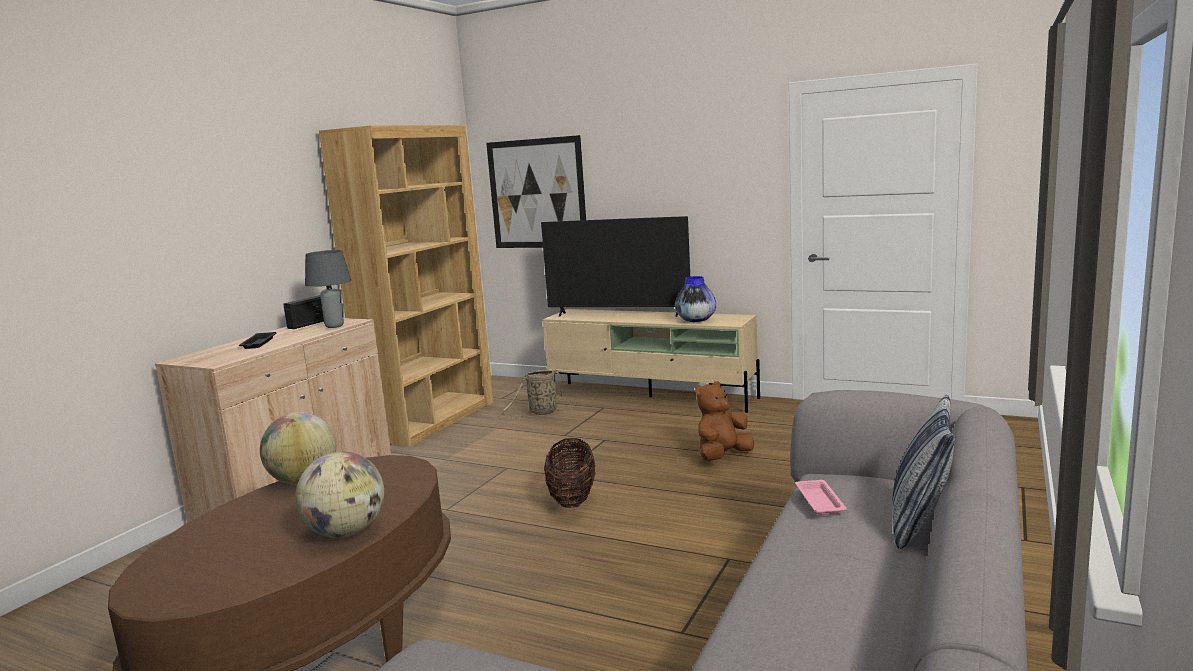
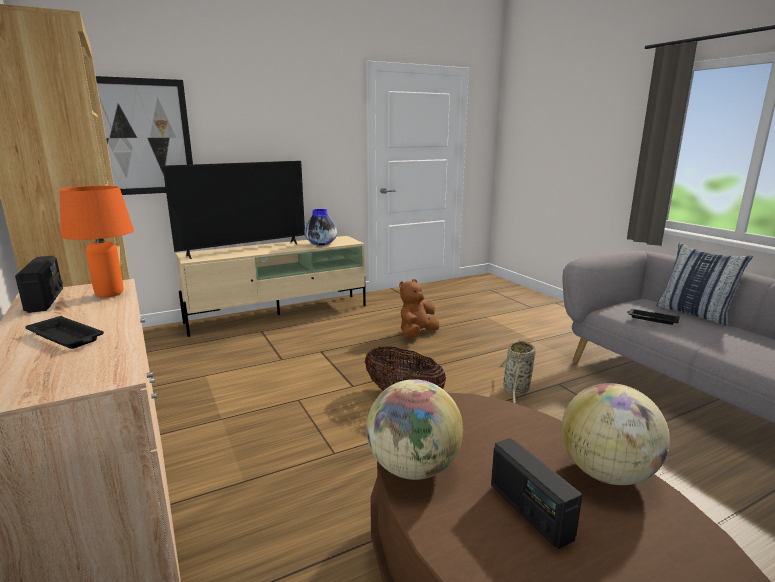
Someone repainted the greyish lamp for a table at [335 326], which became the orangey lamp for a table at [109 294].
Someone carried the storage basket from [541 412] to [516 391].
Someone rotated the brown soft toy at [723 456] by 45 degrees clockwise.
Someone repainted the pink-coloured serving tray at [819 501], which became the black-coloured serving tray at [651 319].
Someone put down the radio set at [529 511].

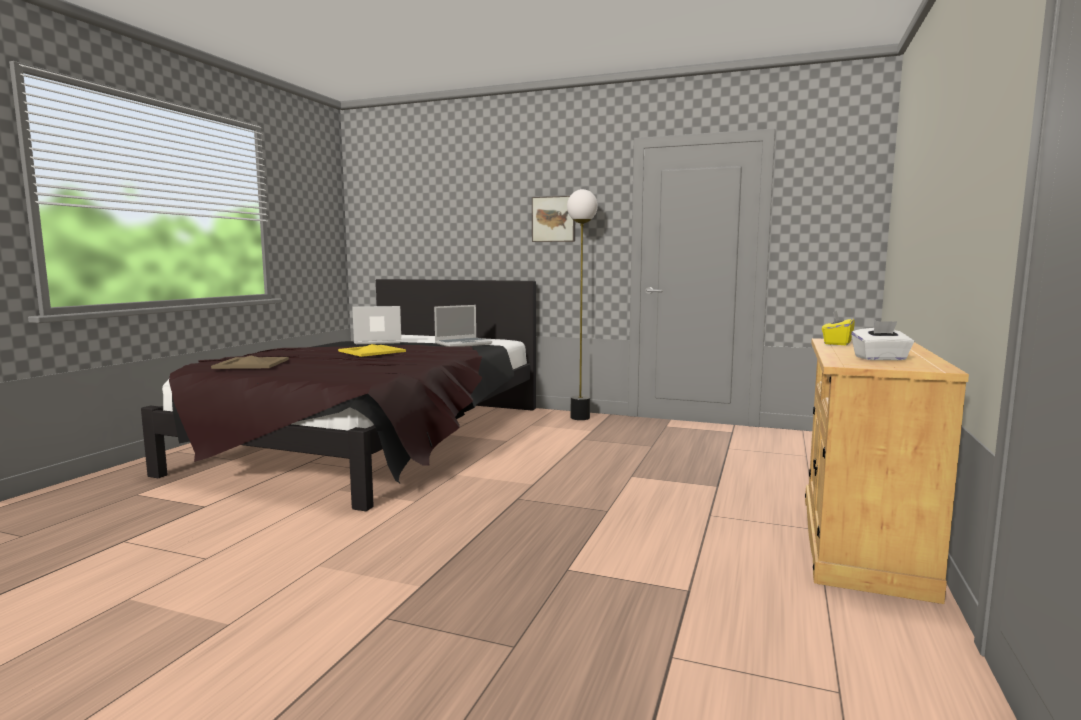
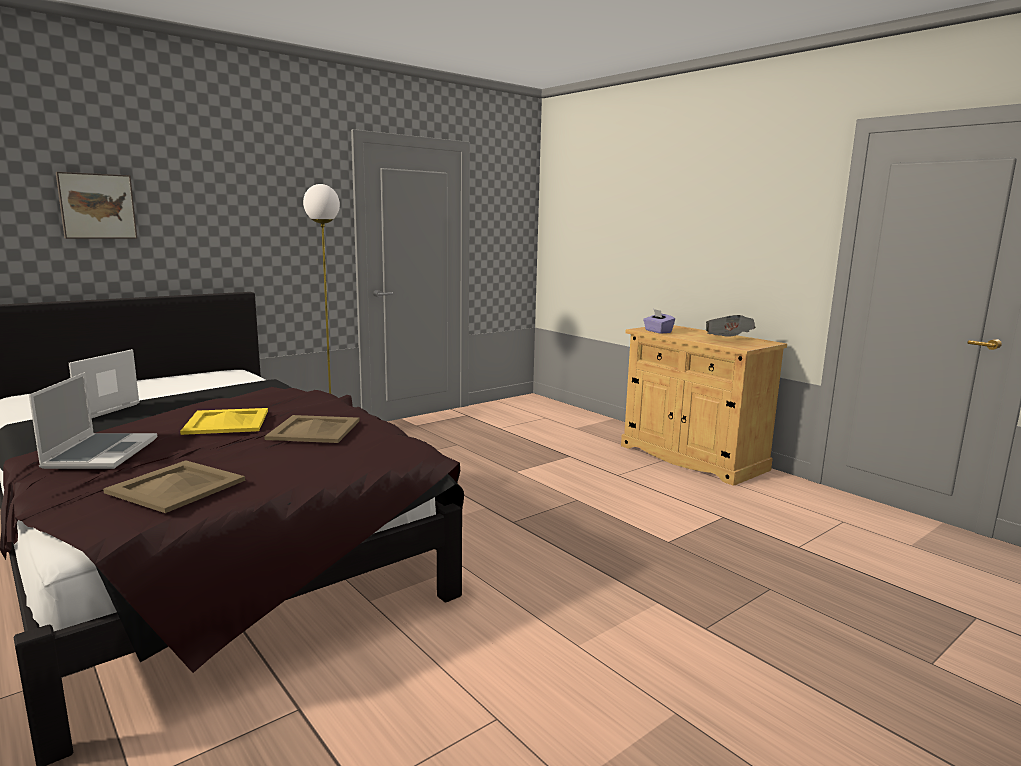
Someone carried the wall picture from [554 219] to [97 206].
Someone carried the portable computer from [463 344] to [101 453].
Someone repainted the yellow-coloured tissue holder at [837 343], which became the purplish tissue holder at [657 331].
Someone swapped the white tissue holder at [880 358] for the newspaper at [728 340].
Someone put down the beige-coloured serving tray at [315 429].

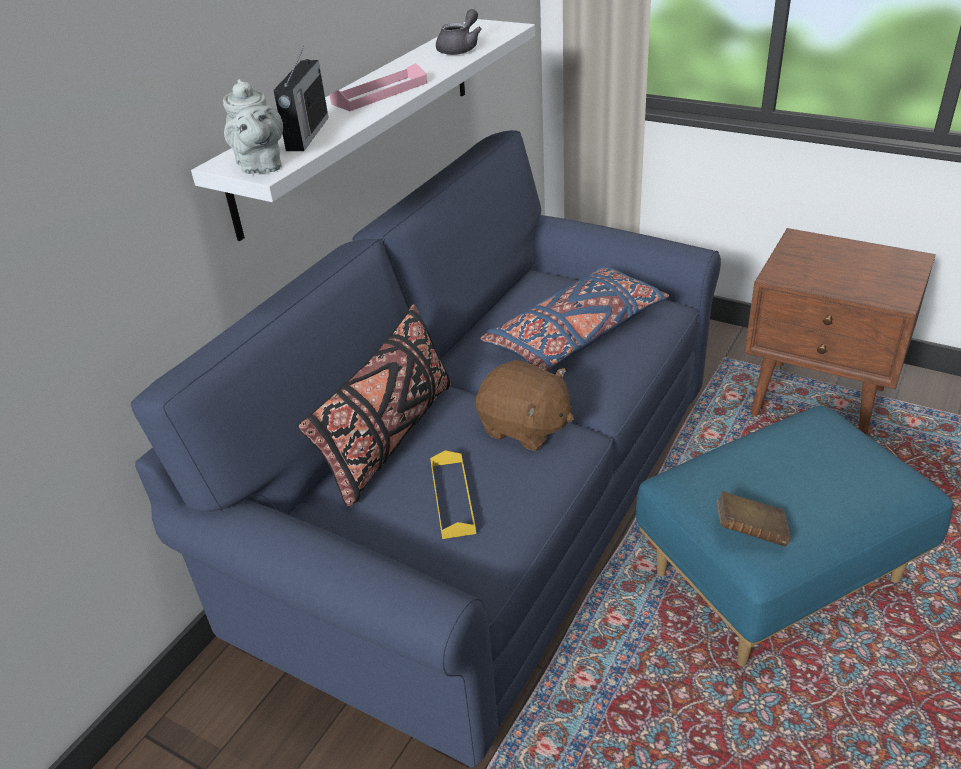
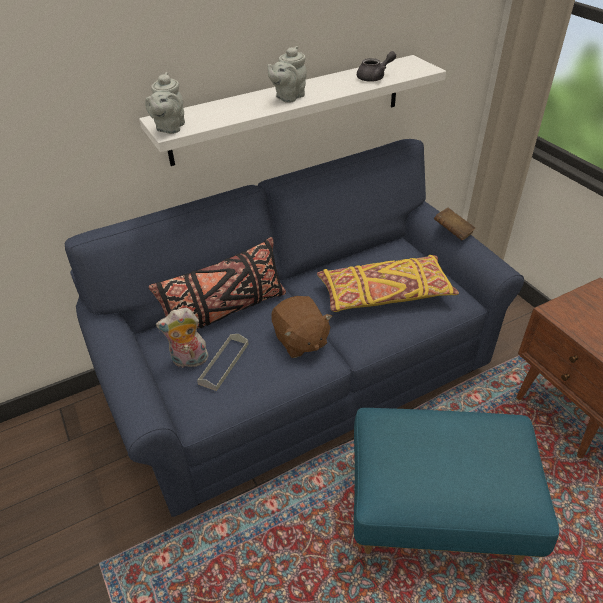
Someone took away the radio set at [307 134].
Someone swapped the pink-coloured serving tray at [380 93] for the greyish pot for tea at [288 97].
Someone repainted the blue-coloured throw pillow at [576 335], which became the yellow-coloured throw pillow at [384 294].
Someone repainted the yellow-coloured serving tray at [452 498], which became the greyish serving tray at [224 363].
Someone carried the brown bound book from [750 532] to [453 232].
Someone put down the soft toy at [189 361].

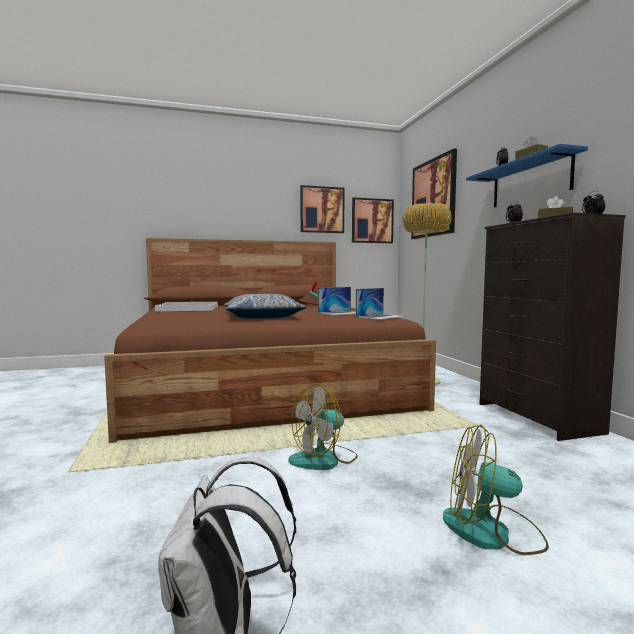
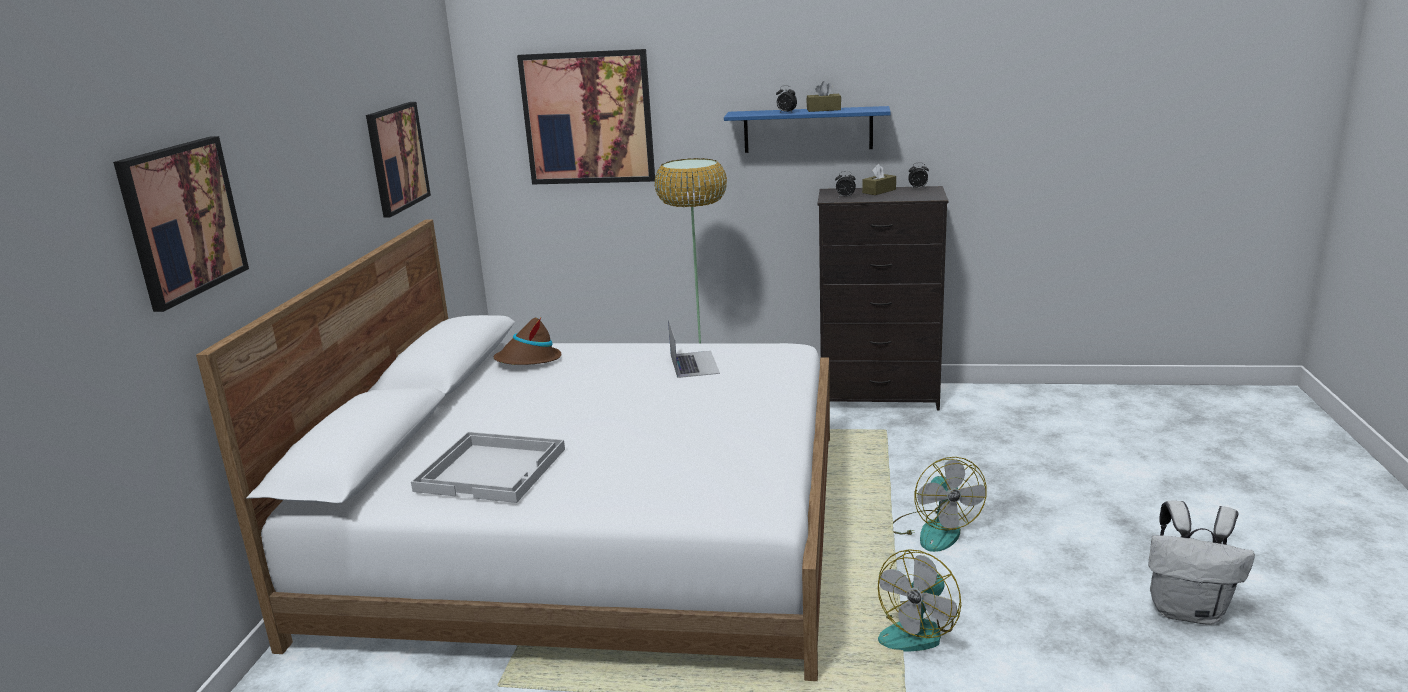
Someone carried the wall picture from [372 221] to [182 220].
Someone repainted the brown sleeping bed at [262 382], which became the white sleeping bed at [594 528].
Someone took away the portable computer at [381 316].
Someone took away the throw pillow at [262 317].
Someone carried the cooling fan from [492 532] to [917 630].

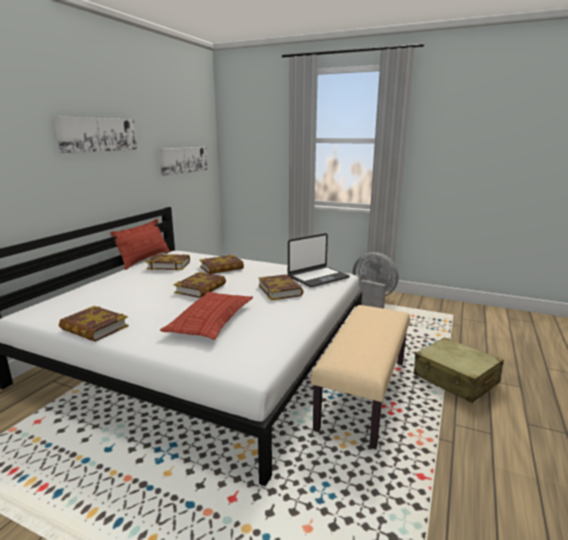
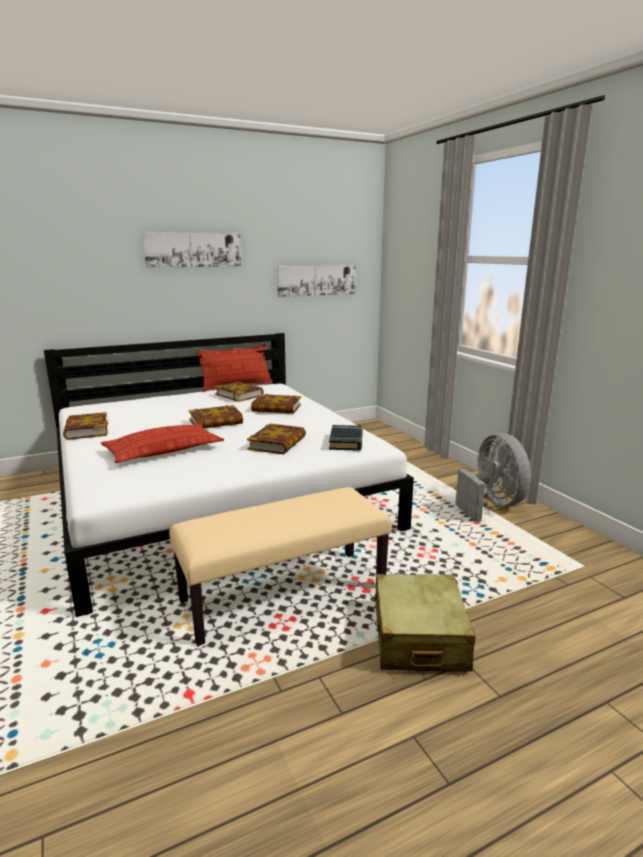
Someone swapped the portable computer at [317 277] for the black-coloured bound book at [346 441].

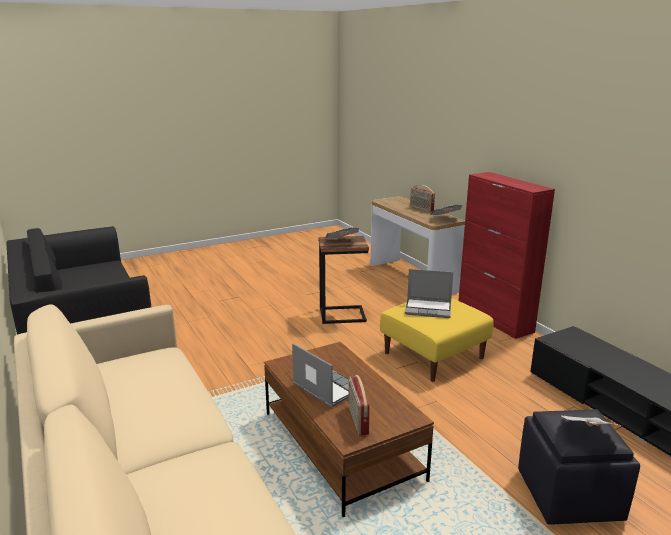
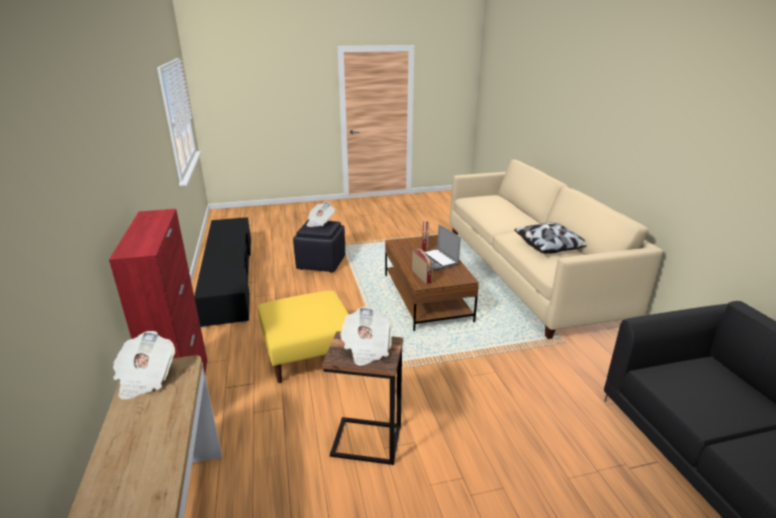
Someone carried the radio set from [421 209] to [422 276].
Someone took away the portable computer at [428 309].
Someone put down the throw pillow at [550 246].

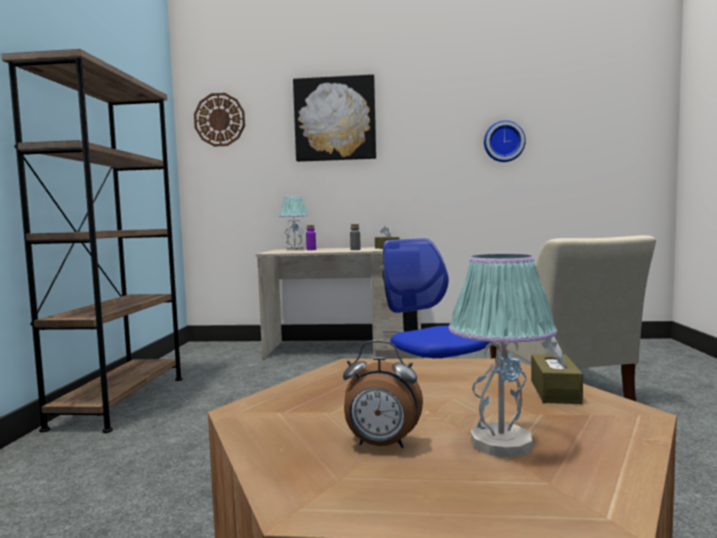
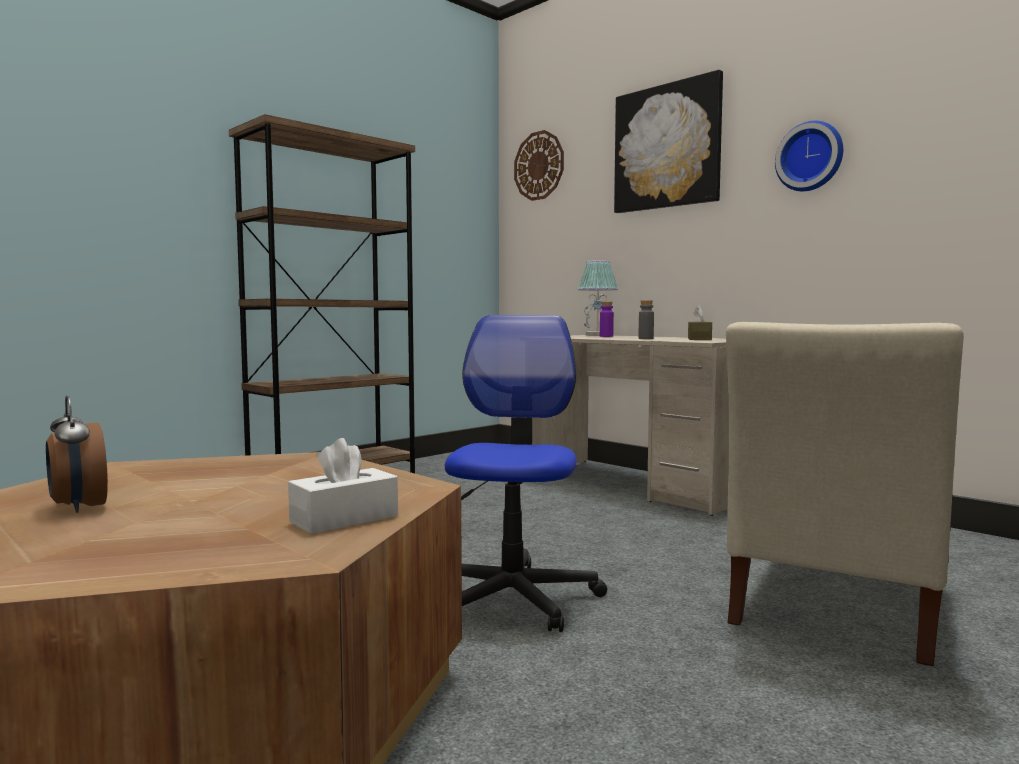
Someone carried the wall clock from [503 142] to [810 157].
Someone took away the lamp for a table at [501 443].
Someone repainted the brown tissue holder at [555 391], which became the white tissue holder at [344 519].

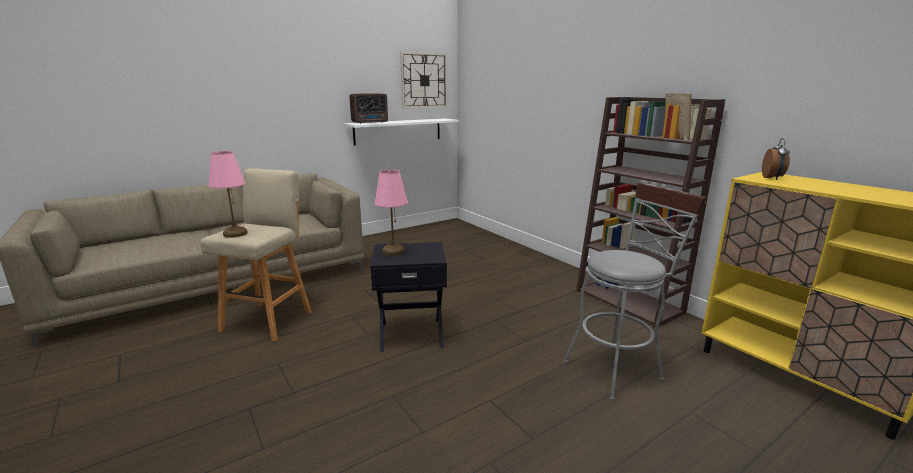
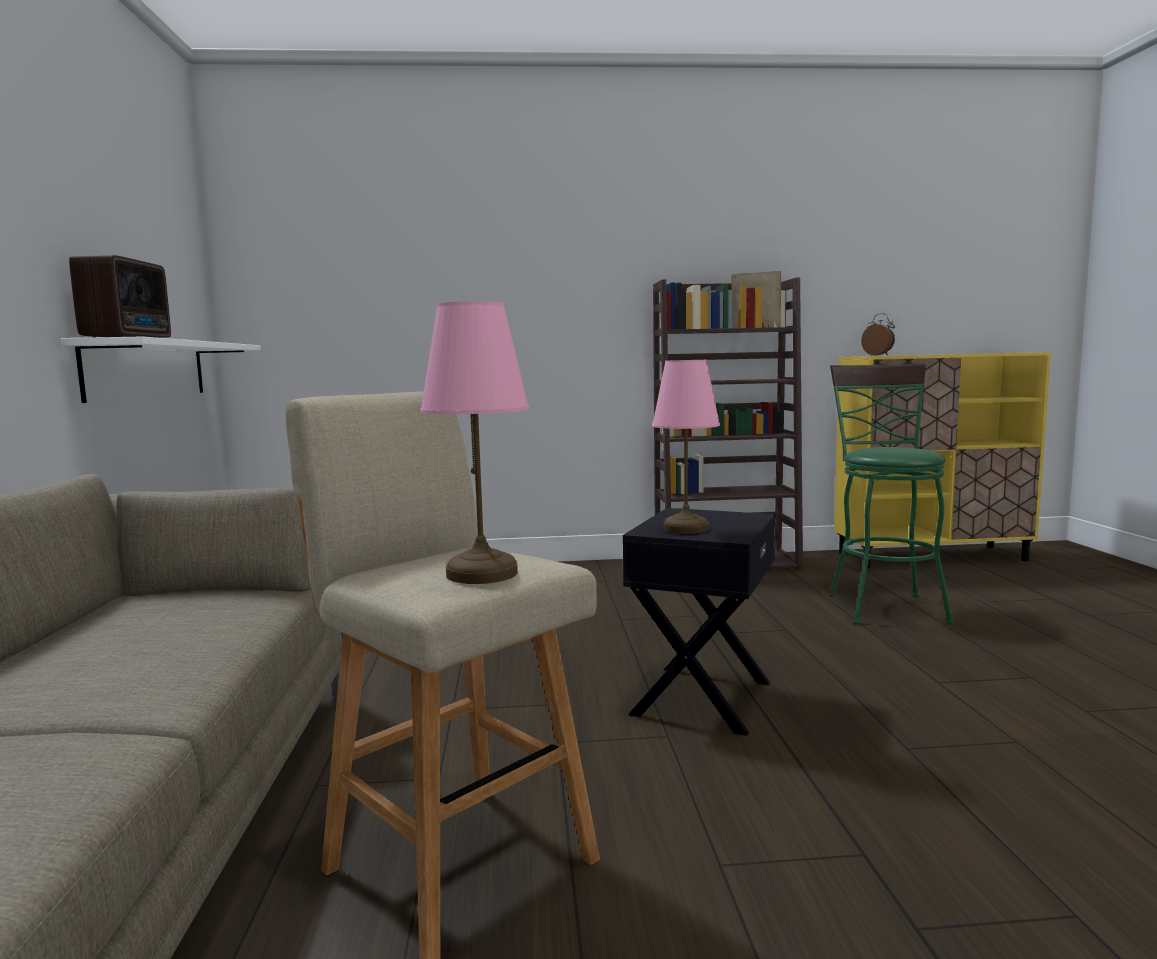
Someone took away the wall clock at [424 80].
Someone repainted the greyish stool seat at [618 367], which became the greenish stool seat at [883 605].

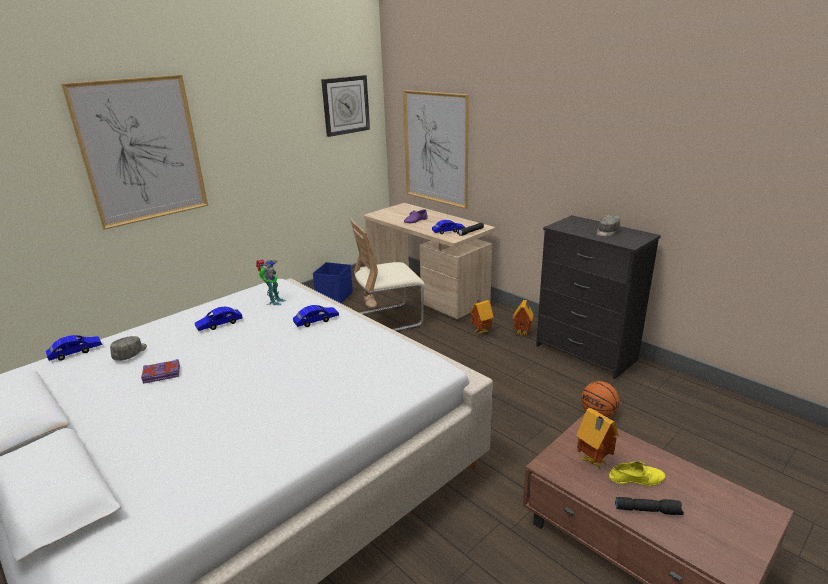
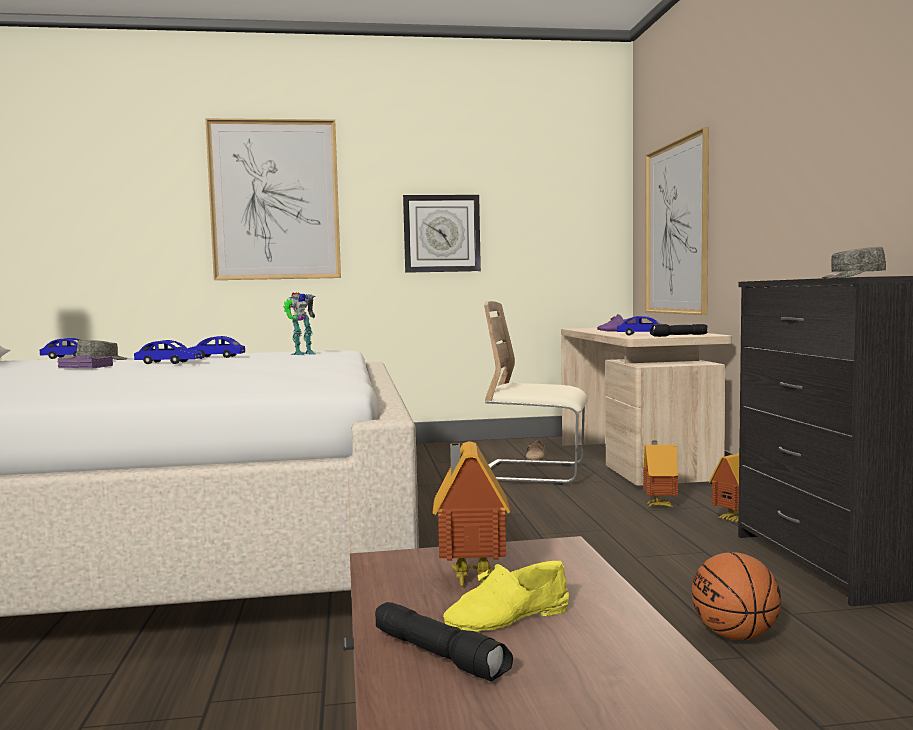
Someone carried the wall clock from [345 105] to [441 233].
Someone took away the blue-coloured storage container at [335 296].
Someone carried the blue-coloured model car from [316 321] to [169 363].
Someone rotated the yellow-coloured low shoe at [636 478] by 120 degrees clockwise.

